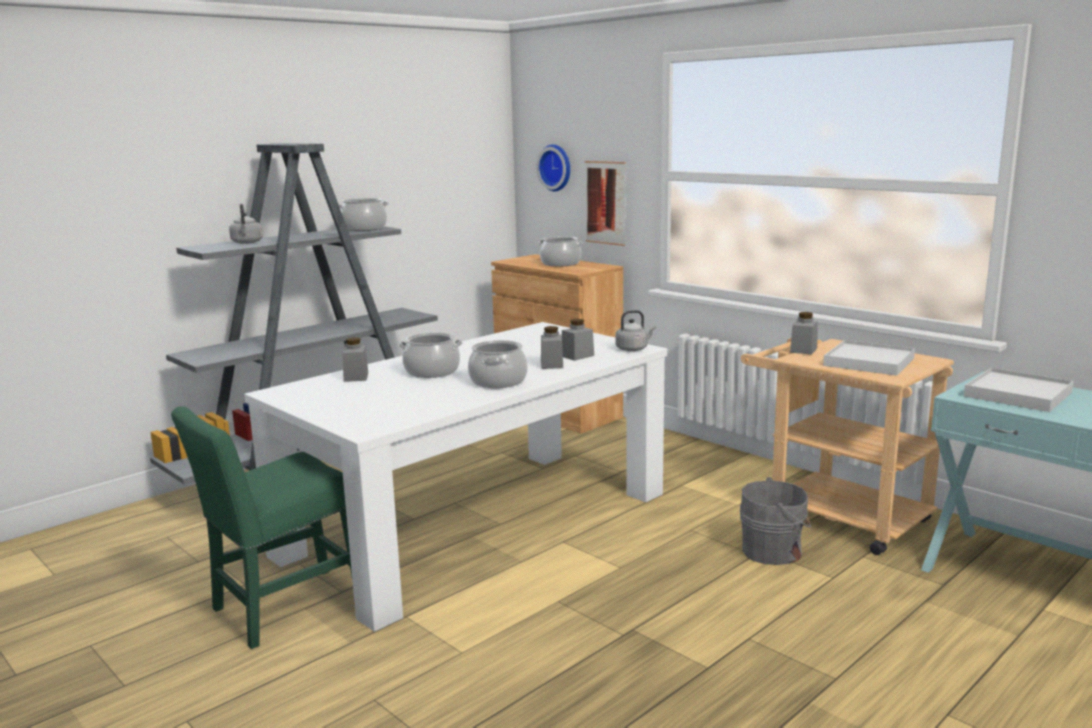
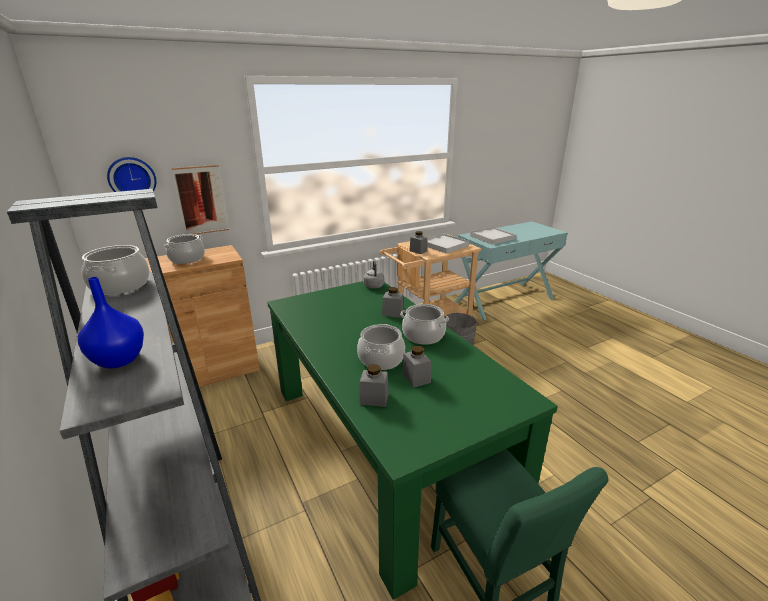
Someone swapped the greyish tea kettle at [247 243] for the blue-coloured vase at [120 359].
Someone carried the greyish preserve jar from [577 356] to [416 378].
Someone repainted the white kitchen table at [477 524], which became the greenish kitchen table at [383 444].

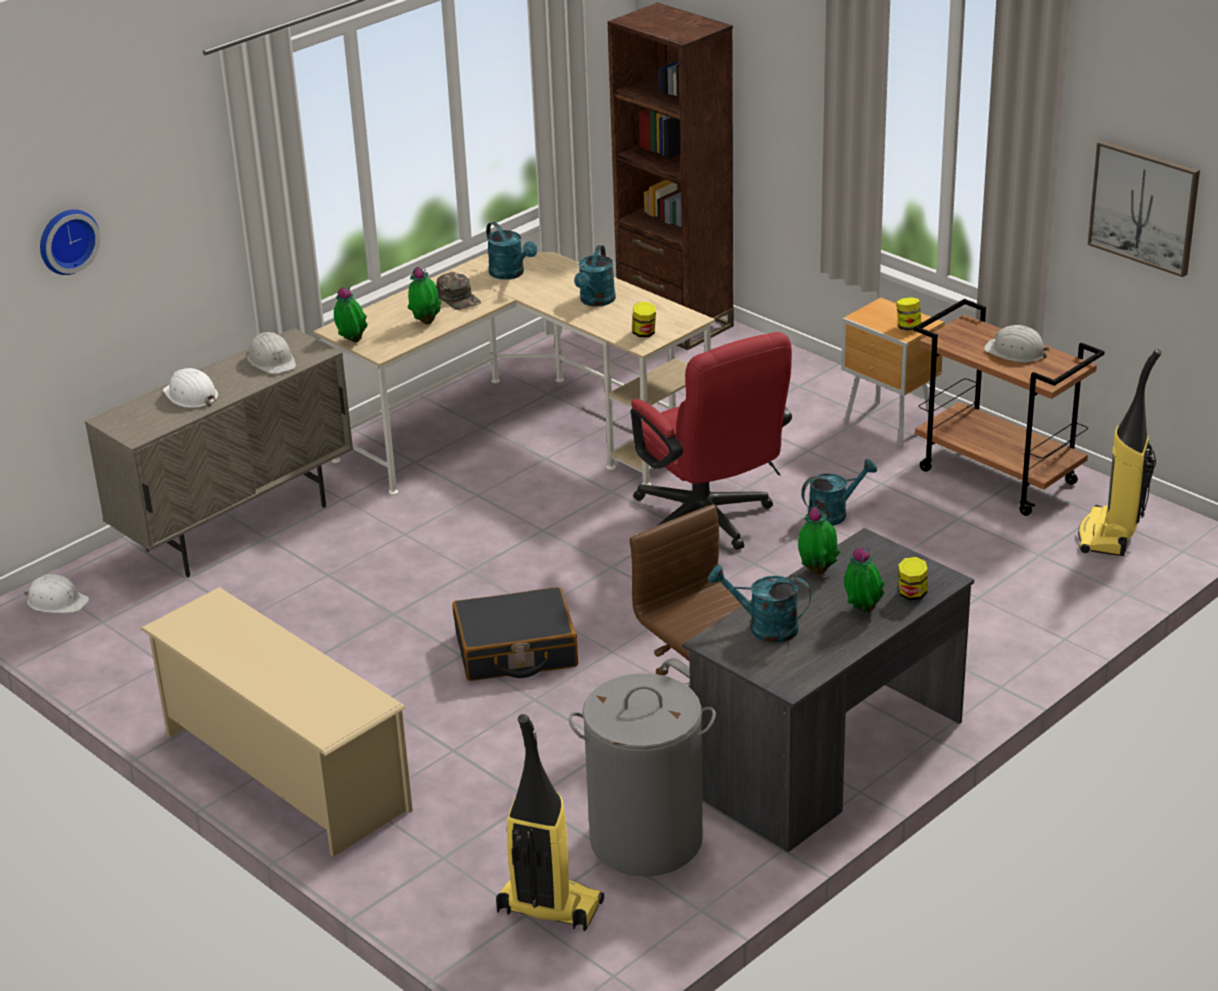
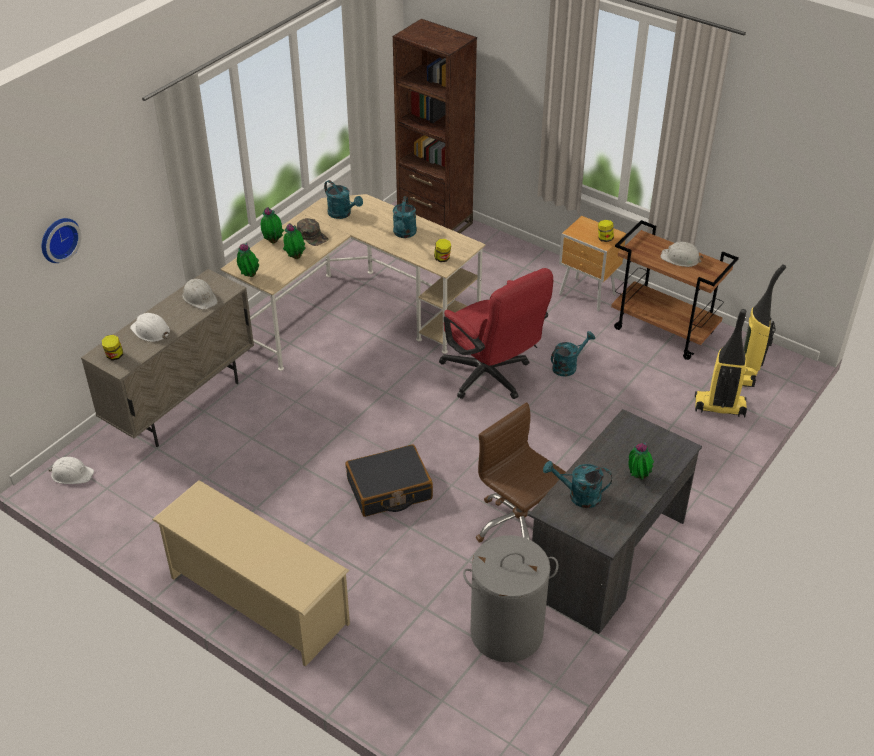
Someone took away the wall picture at [1144 207].
Someone carried the houseplant from [817 570] to [273 241].
Someone carried the preserve jar from [912 594] to [114 356].
Someone carried the vacuum cleaner from [548 908] to [719 407].

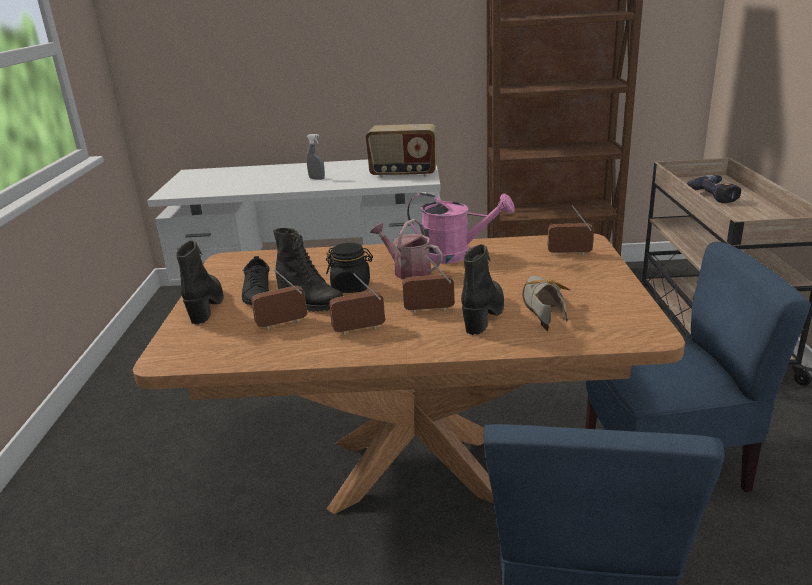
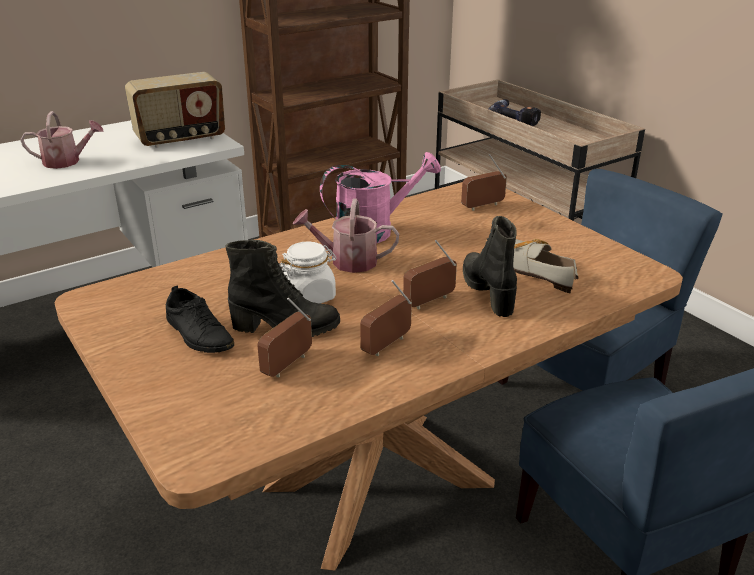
Someone swapped the greyish sprayer at [317 179] for the sprinkling can at [67 162].
Someone took away the black-coloured tall boot at [206 306].
Someone repainted the black-coloured preserve jar at [351 287], which became the white preserve jar at [309 296].

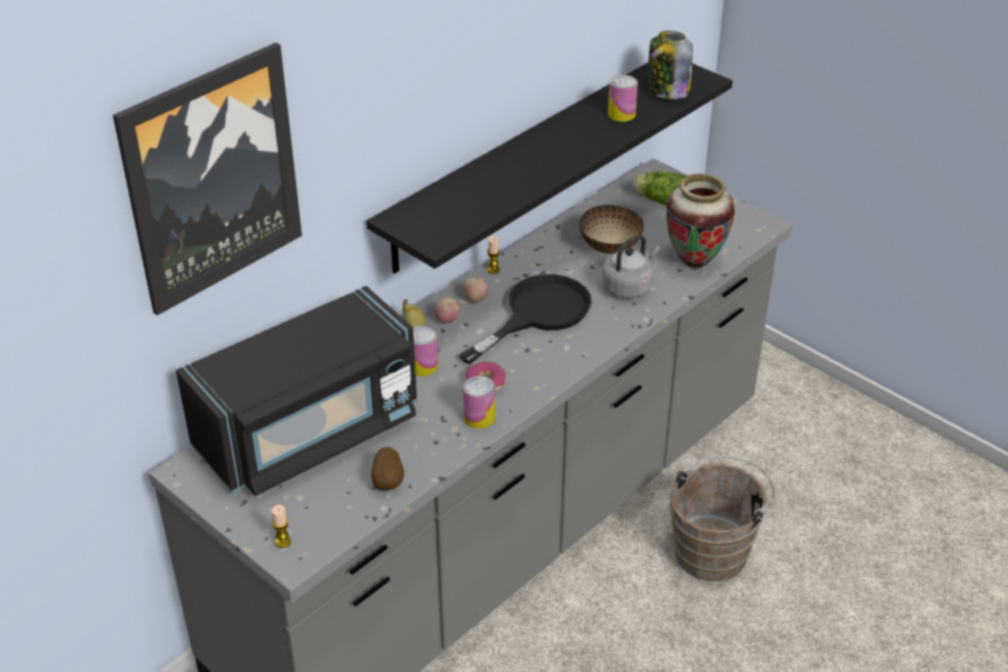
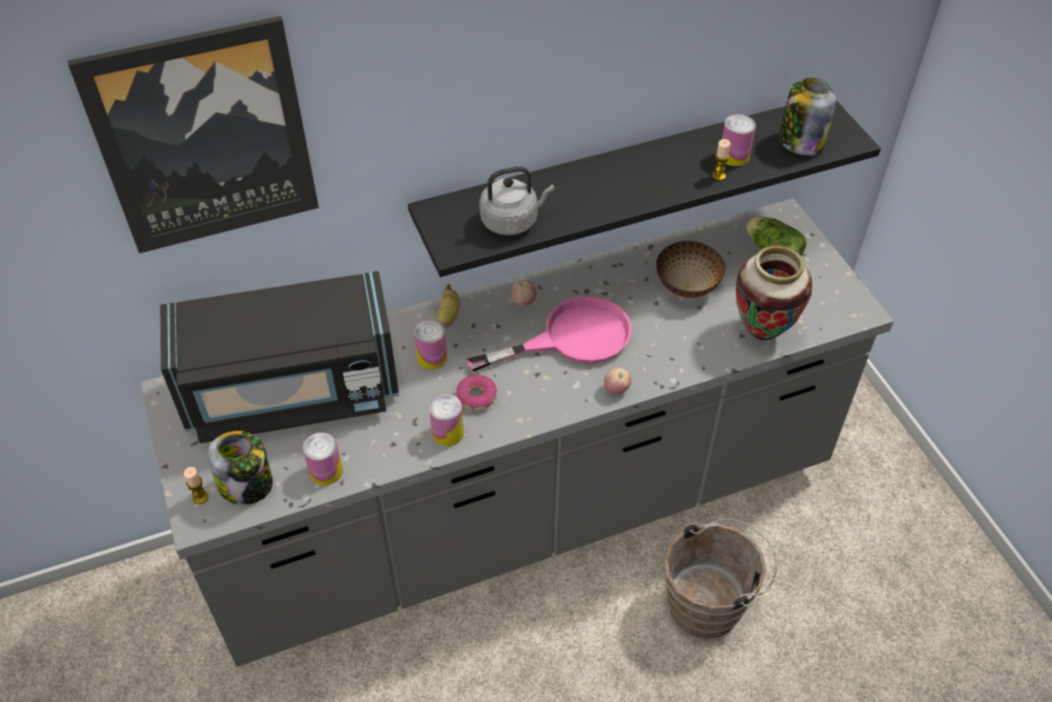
Someone carried the greyish tea kettle from [629 287] to [512 221].
Someone carried the candle from [493 270] to [718 175].
Someone repainted the black-coloured frying pan at [537 314], which became the pink-coloured frying pan at [571 338].
Someone carried the apple from [447 320] to [616 389].
Someone swapped the potato at [389 482] for the metal can at [326 471].
Someone put down the preserve jar at [247 485].

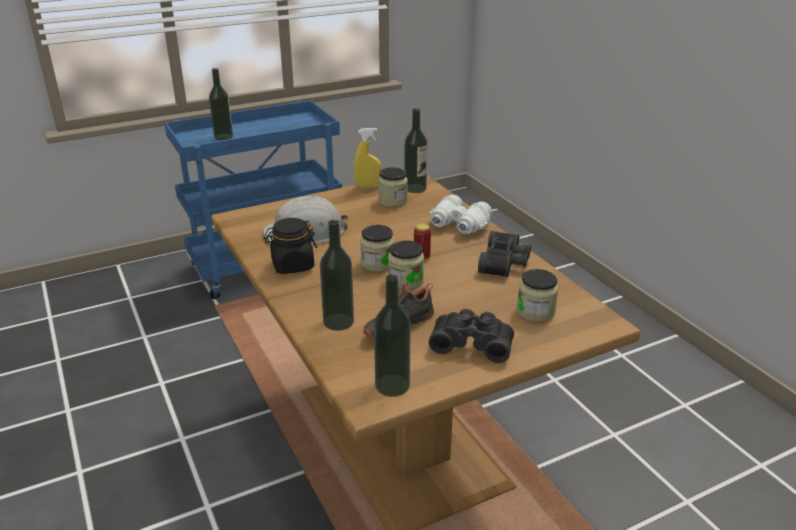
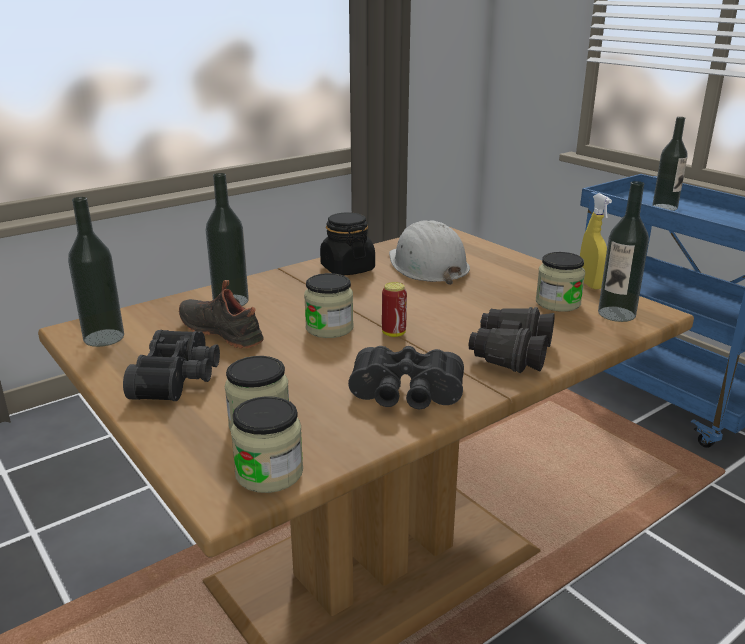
Someone repainted the white pair of binoculars at [458 226], which became the black-coloured pair of binoculars at [510 353].
Someone carried the preserve jar from [377 263] to [269 473].

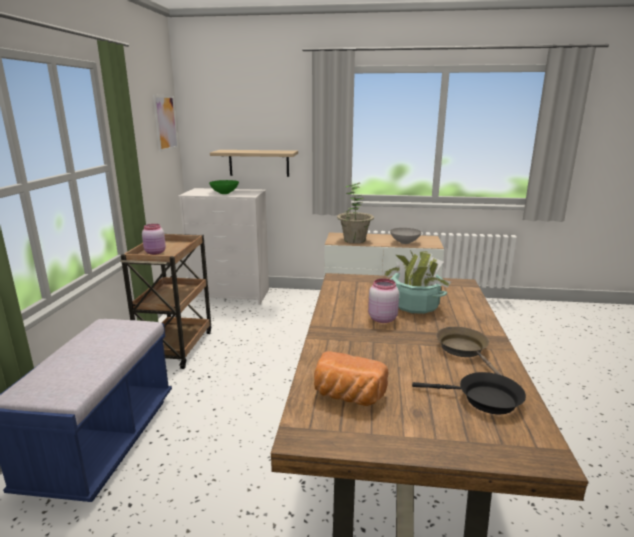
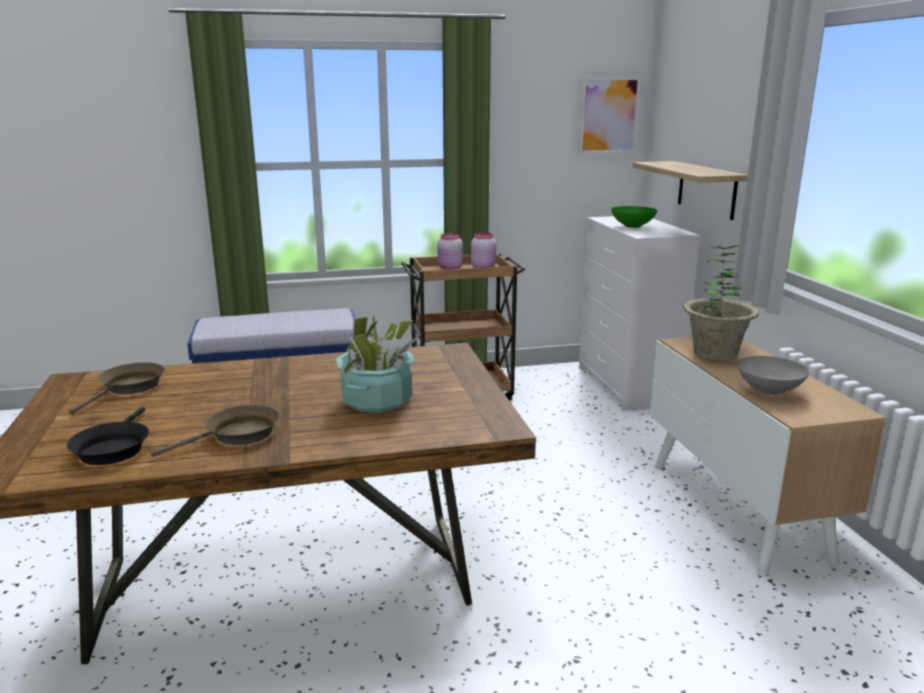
Someone carried the pink-coloured preserve jar from [381 318] to [483 267].
Someone swapped the bread at [347 396] for the brown frying pan at [129 388].

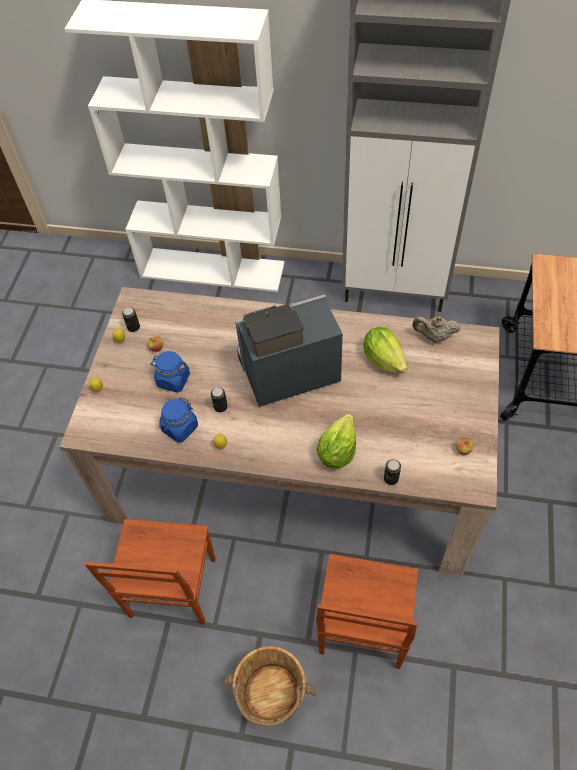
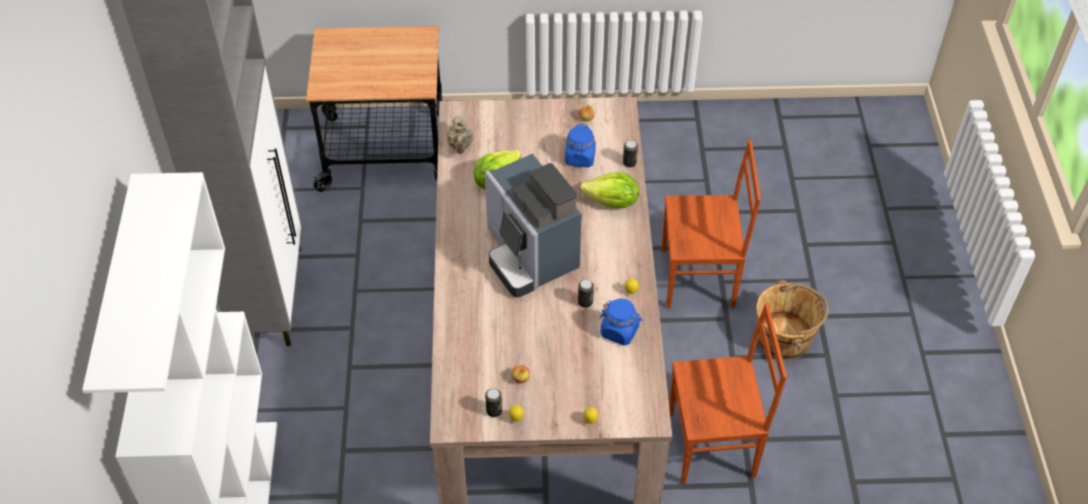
Someone carried the blue-coloured preserve jar from [173 380] to [580 158].

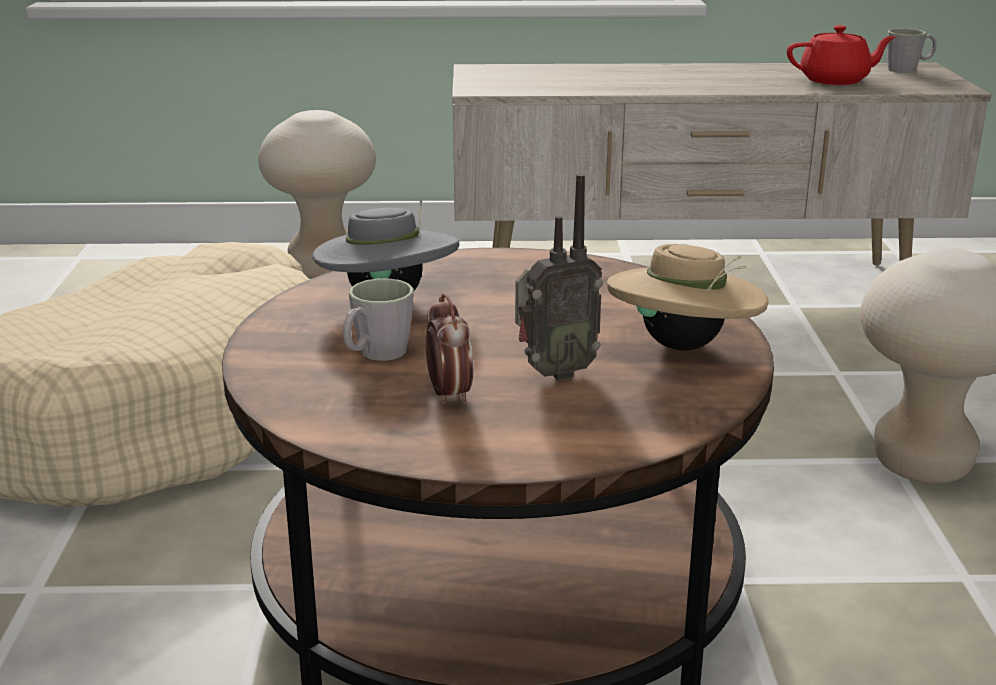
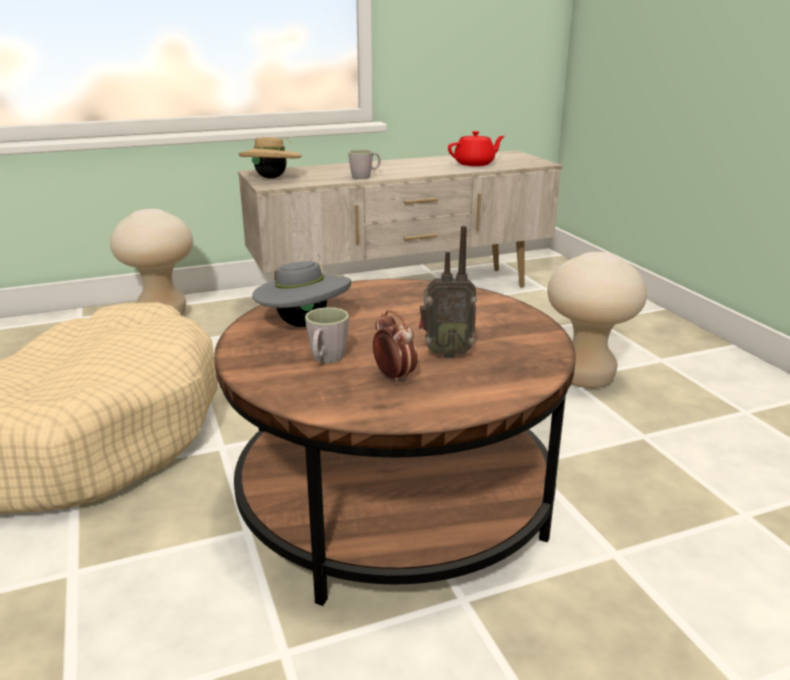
Someone carried the greyish tea mug from [908 69] to [365 176].
Someone rotated the radio set at [553 373] by 45 degrees clockwise.
Someone carried the beige-coloured clothing hat from [683 346] to [272 178].

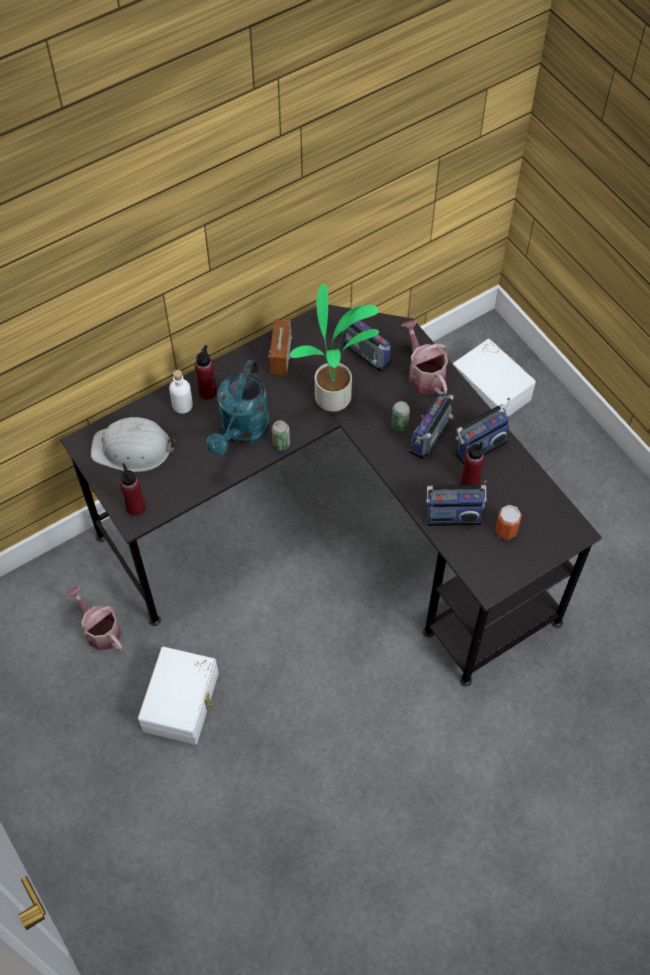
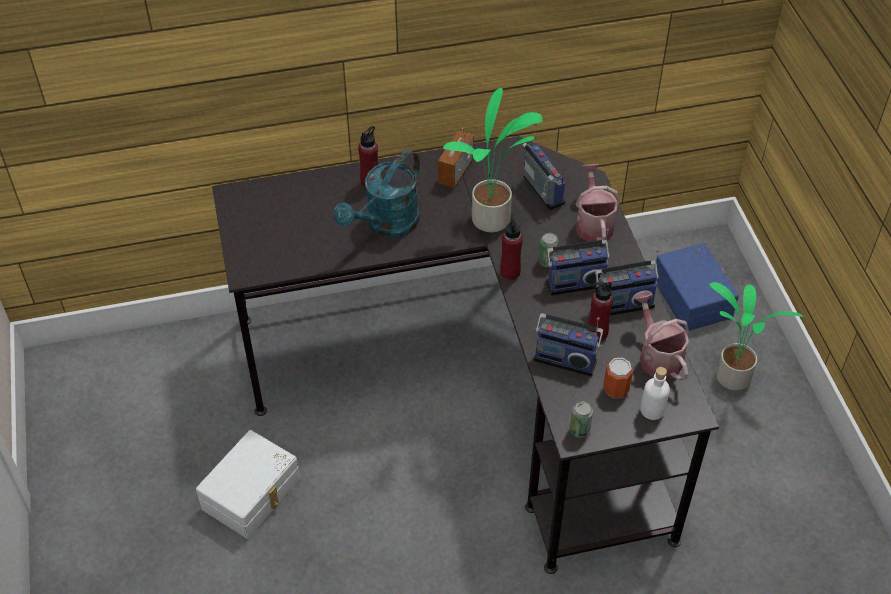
Someone repainted the white storage container at [491 389], which became the blue-coloured storage container at [694 297].
Someone carried the white drink bottle from [182 405] to [652 410].
Someone rotated the radio set at [431 437] by 150 degrees counterclockwise.
Someone took away the white hard hat at [132 448].
Someone carried the metal can from [281 444] to [579 430].
Someone carried the red drink bottle from [136 507] to [510 272].
Someone carried the sprinkling can from [100 630] to [657 356].
Someone put down the houseplant at [730 378].

